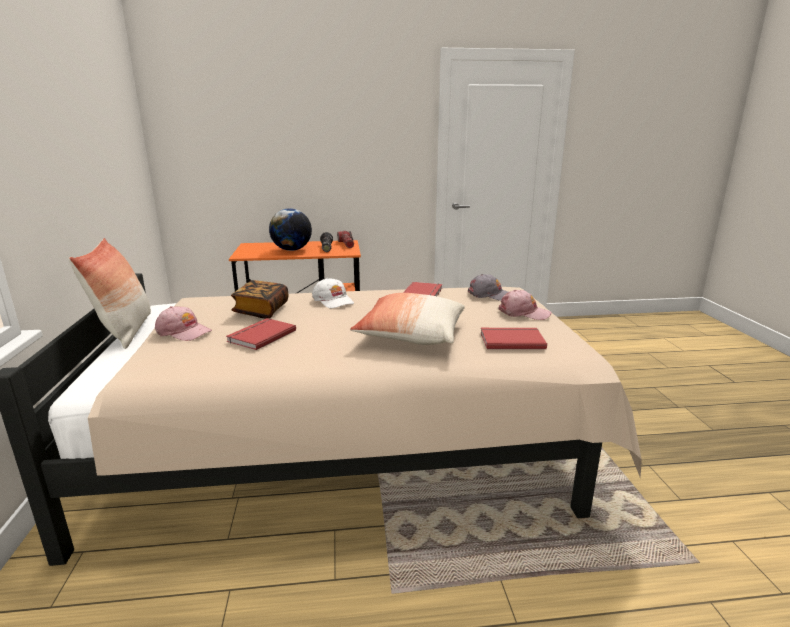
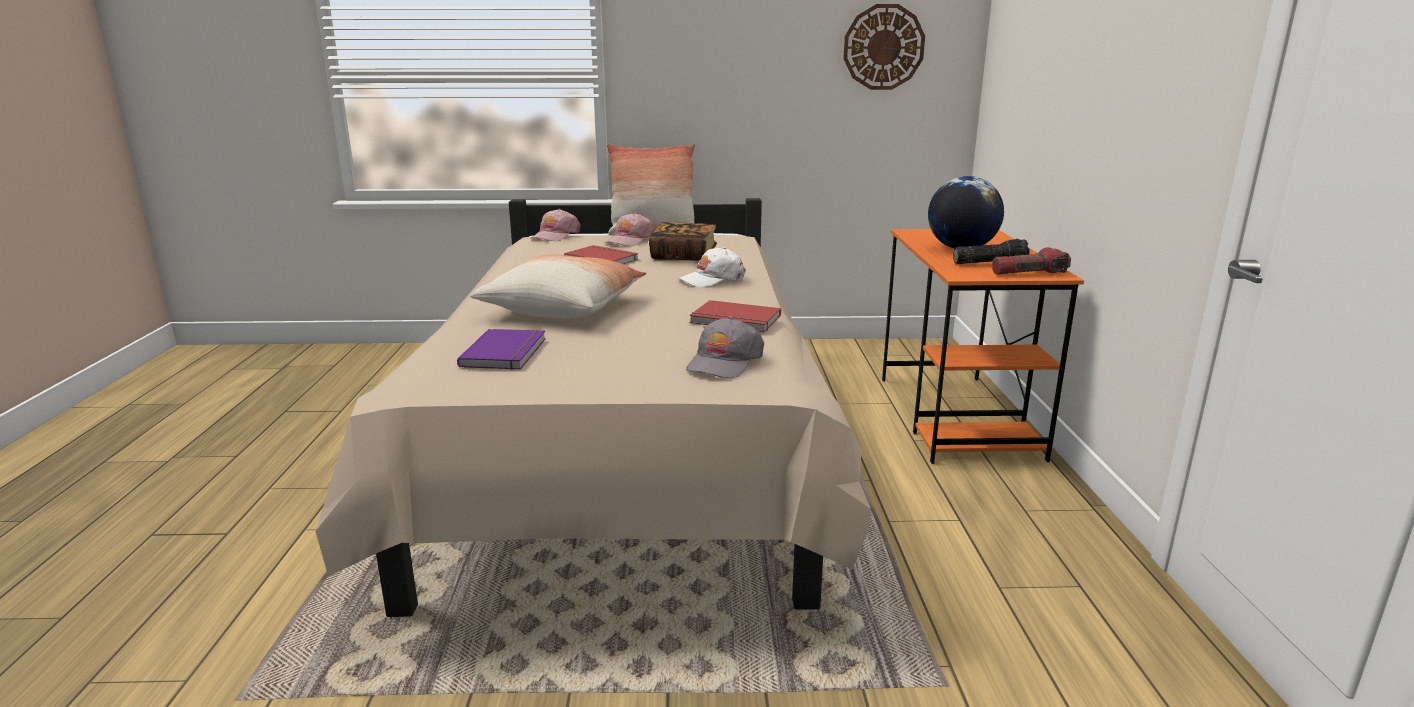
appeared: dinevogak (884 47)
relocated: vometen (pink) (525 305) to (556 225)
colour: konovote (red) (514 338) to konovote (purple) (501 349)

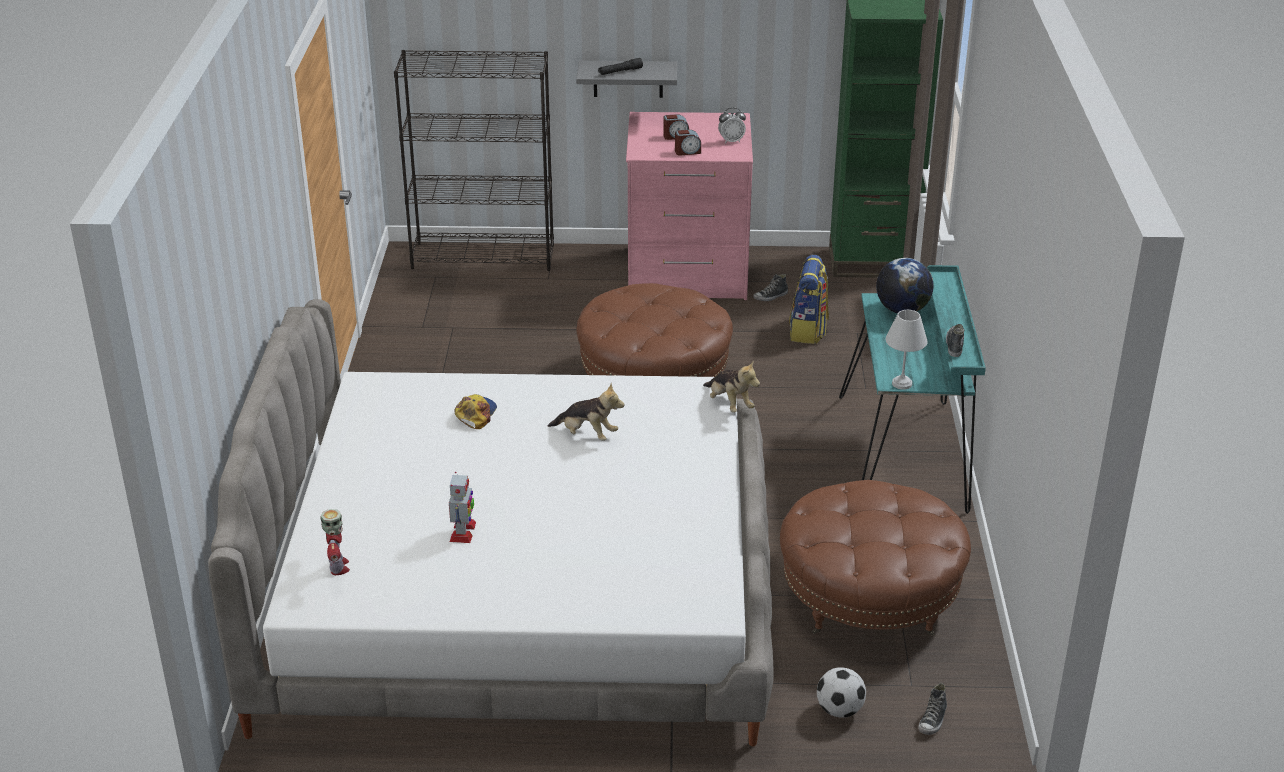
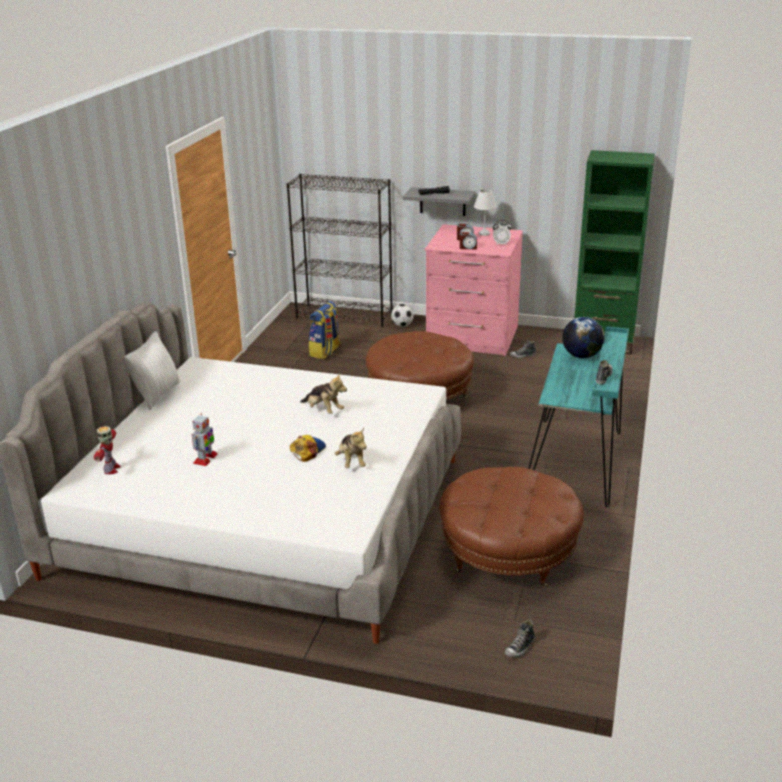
appeared: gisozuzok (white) (152 370)
relocated: vometen (476 411) to (308 448); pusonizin (731 386) to (350 448); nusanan (809 299) to (325 330); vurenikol (841 692) to (402 315); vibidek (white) (907 350) to (485 212)

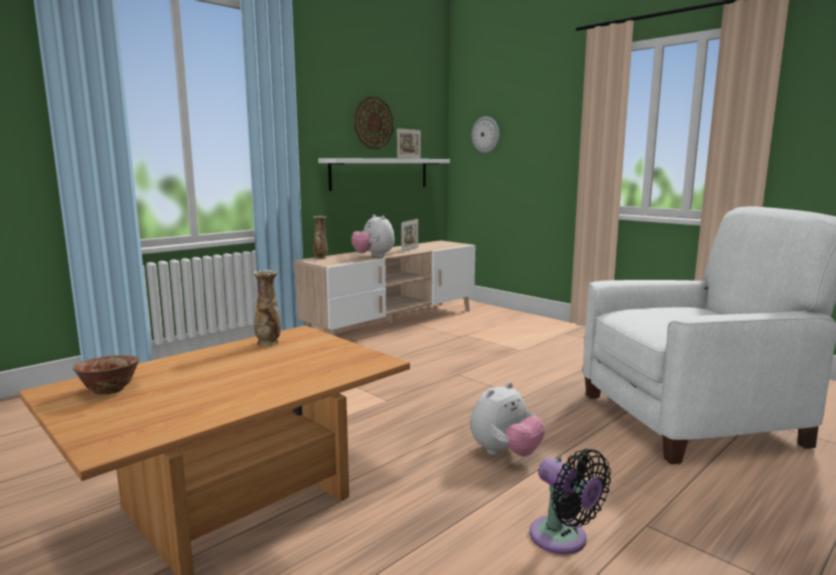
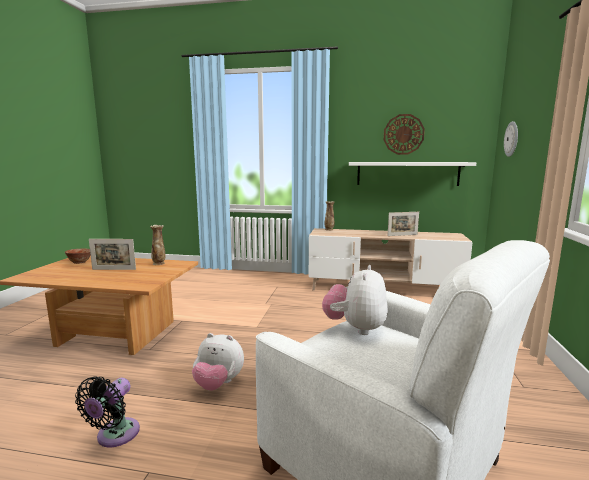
relocated: pusonizin (373 235) to (355 300); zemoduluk (409 143) to (112 254)

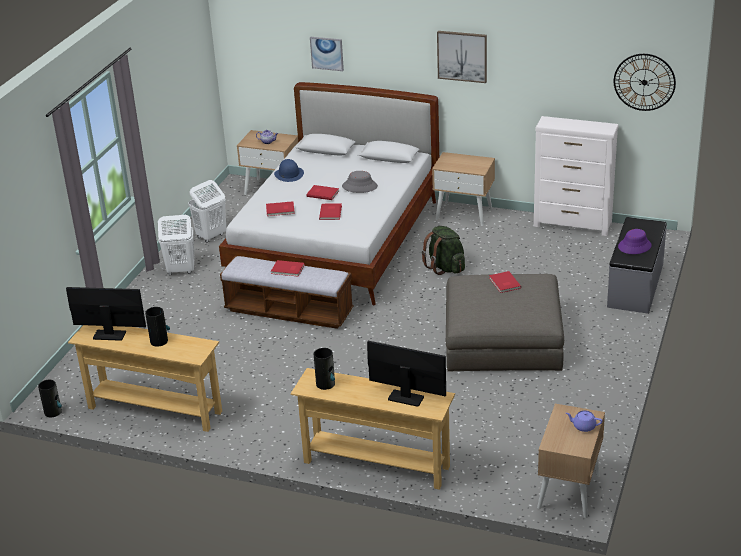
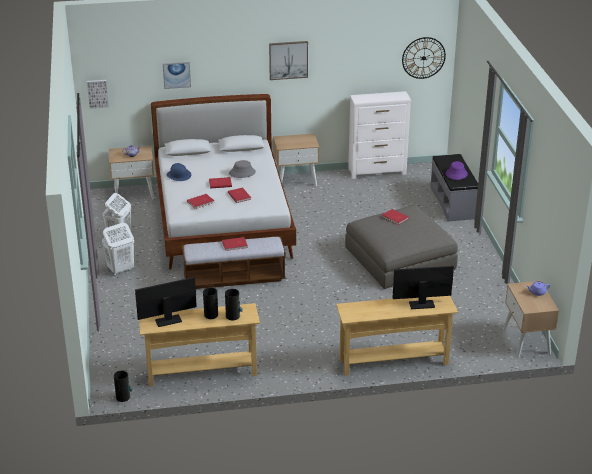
missing: nusanan (green) (443 250)
appeared: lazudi (98 94)
relocated: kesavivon (324 369) to (234 304)

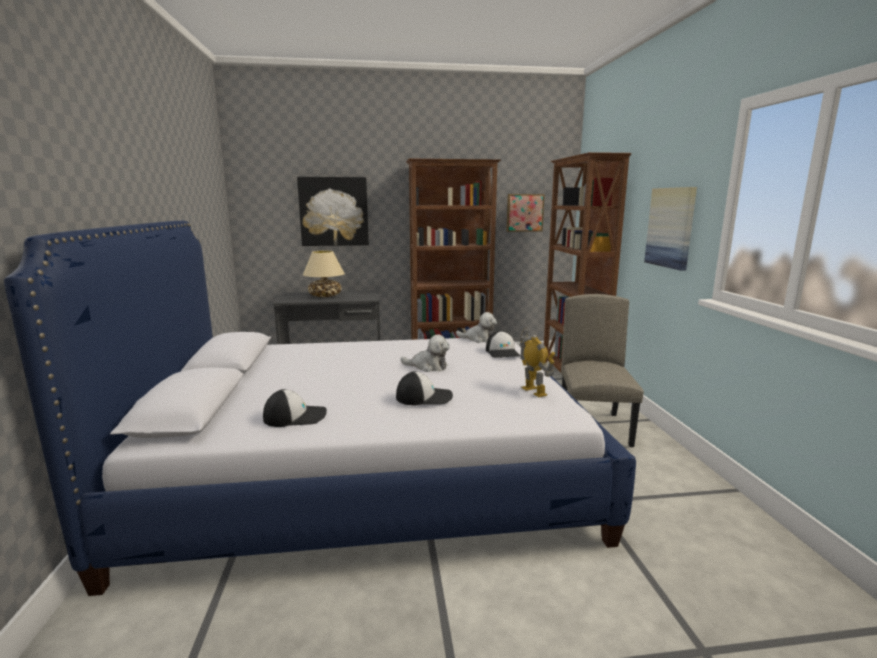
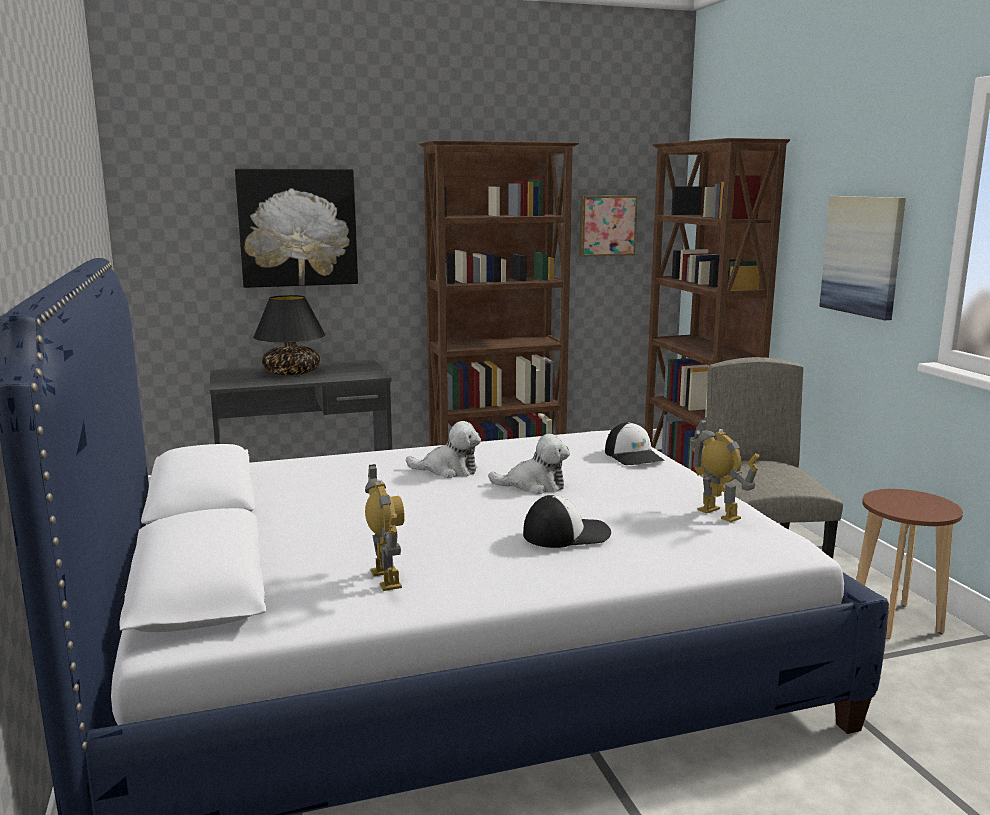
appeared: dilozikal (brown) (909 564)
relocated: pusonizin (476 327) to (443 449)
exchanged: vometen (295 408) to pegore (385 527)
colour: vibidek (beige) (324 274) to vibidek (black) (289 335)

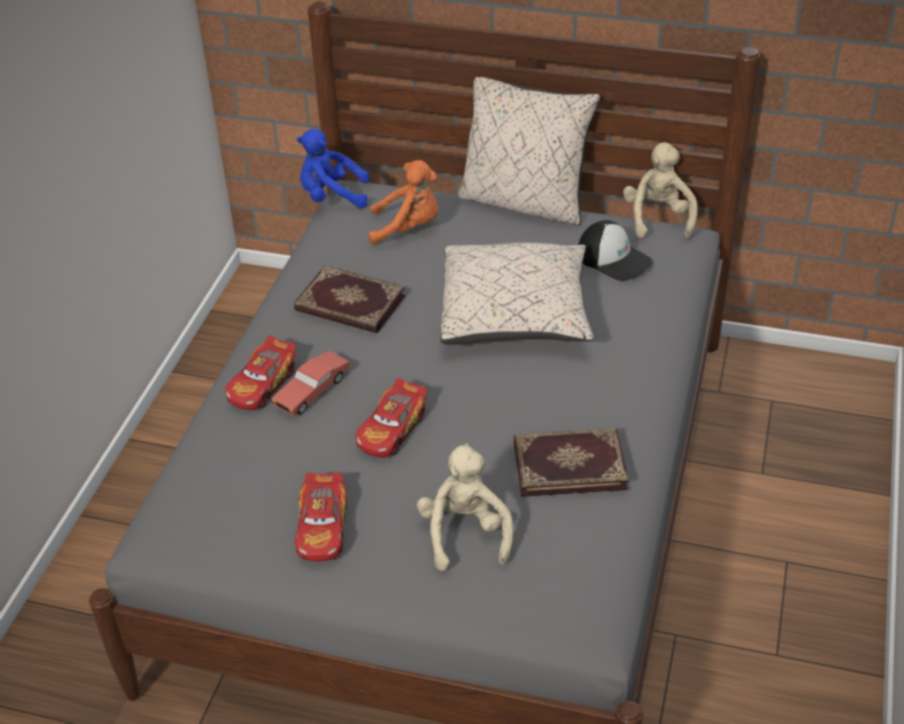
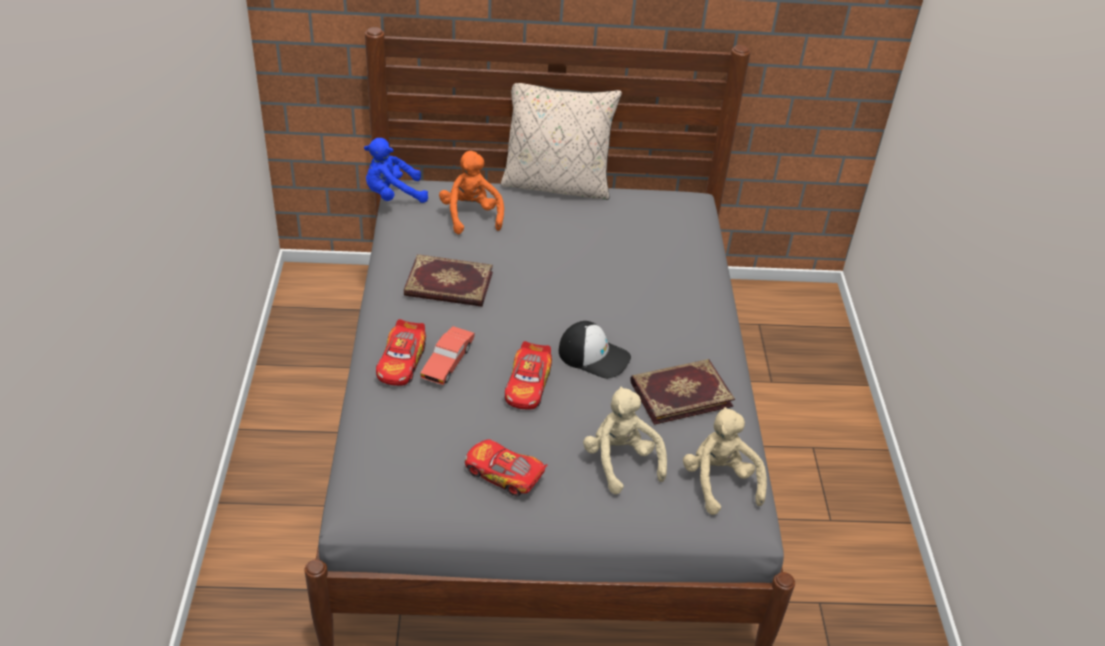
missing: gisozuzok (beige) (516 294)
relocated: vometen (615 250) to (595 350); pusonizin (beige) (660 190) to (725 461)
spun: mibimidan (321 517) = (506 467) 135 degrees clockwise; pusonizin (orange) (403 202) = (471 192) 90 degrees counterclockwise

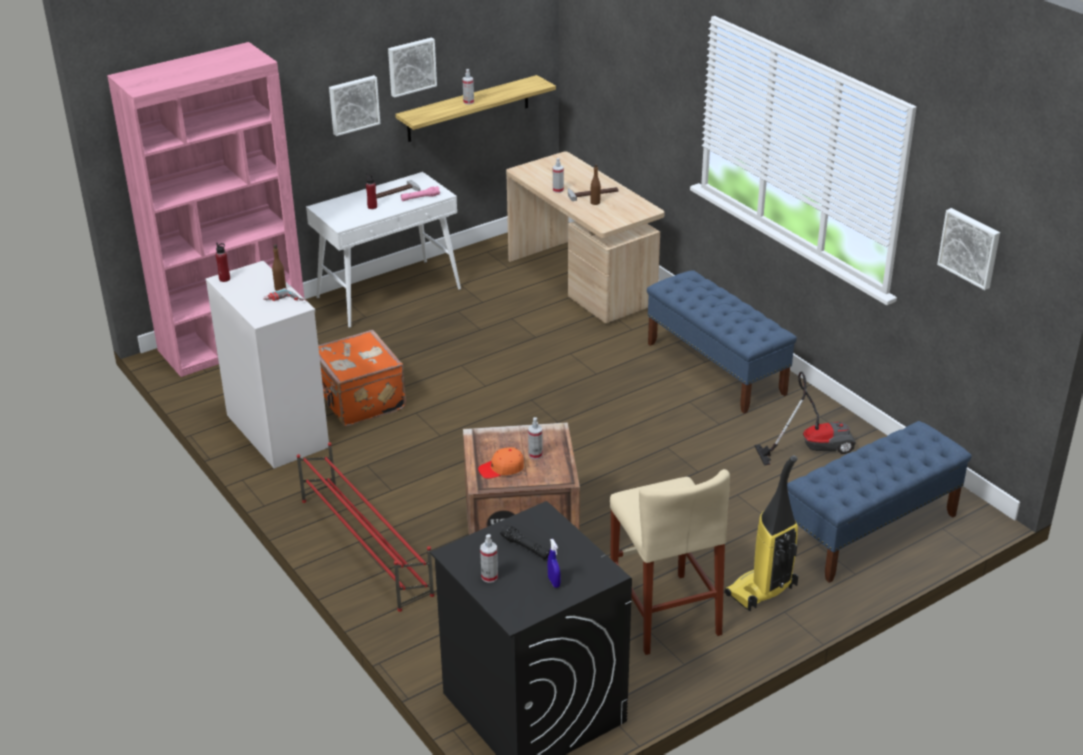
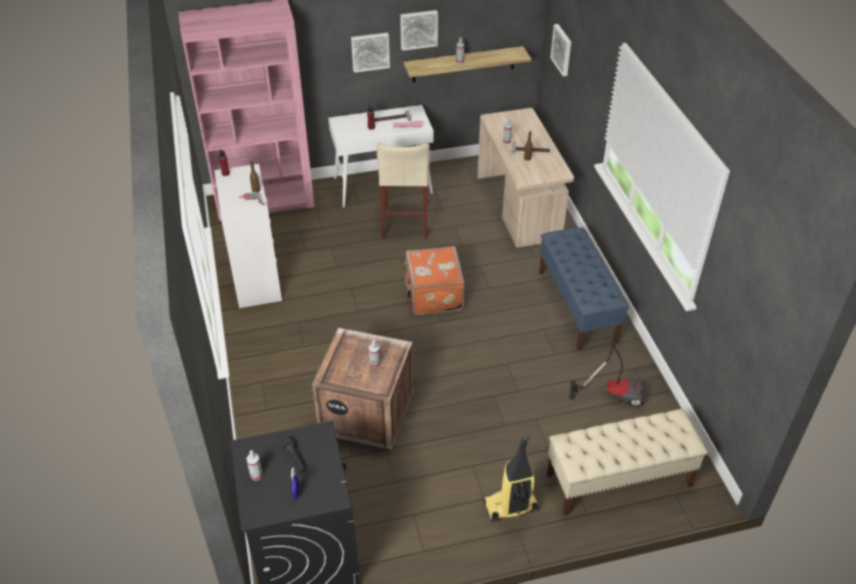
missing: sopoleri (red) (365 527); vometen (orange) (501 463)
relocated: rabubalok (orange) (362 378) to (434 280); dilozikal (beige) (670 562) to (403 191); lazudi (968 249) to (560 50)
colour: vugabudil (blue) (879 502) to vugabudil (beige) (627 462)

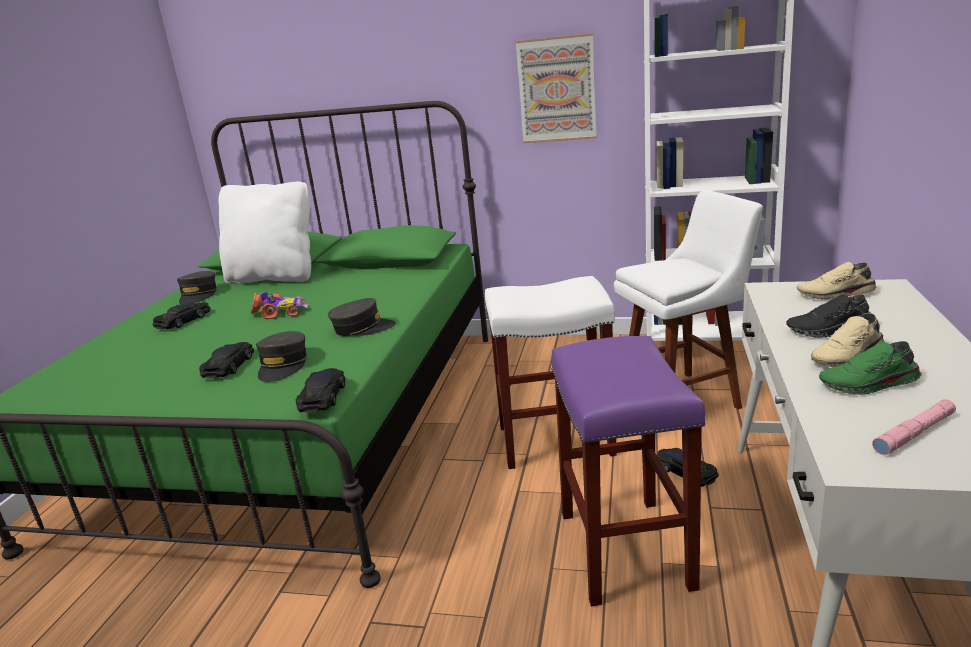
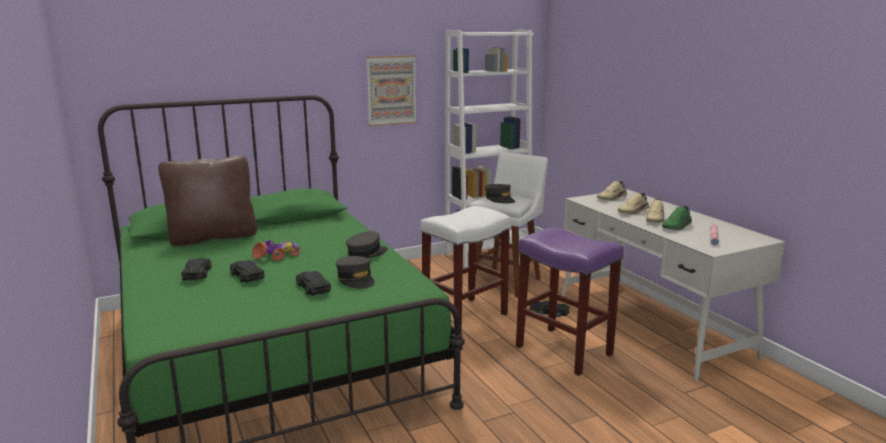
relocated: vometen (grey) (197 287) to (500 194); mibimidan (black) (320 390) to (247 271)
colour: gisozuzok (white) (265 232) to gisozuzok (brown) (207 201); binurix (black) (828 316) to binurix (beige) (633 204)

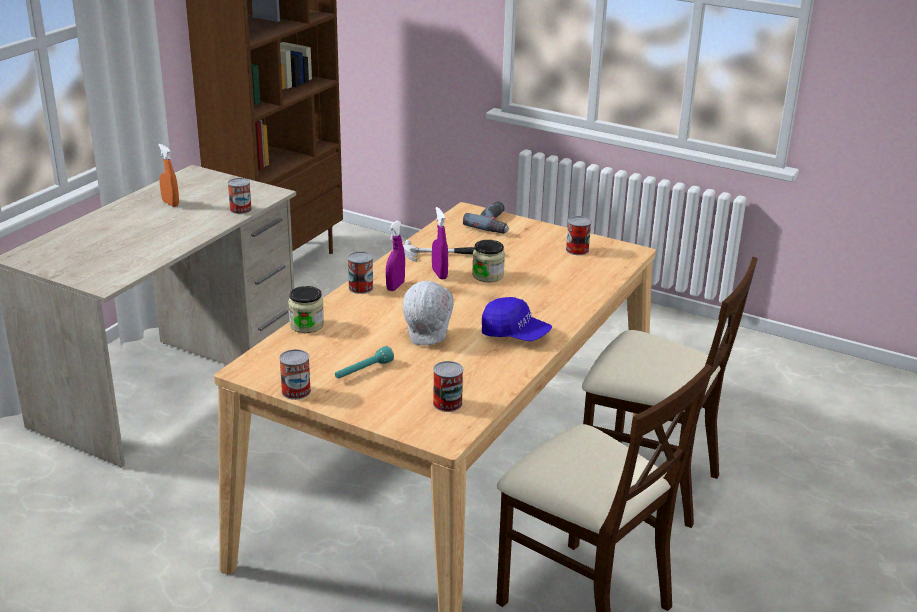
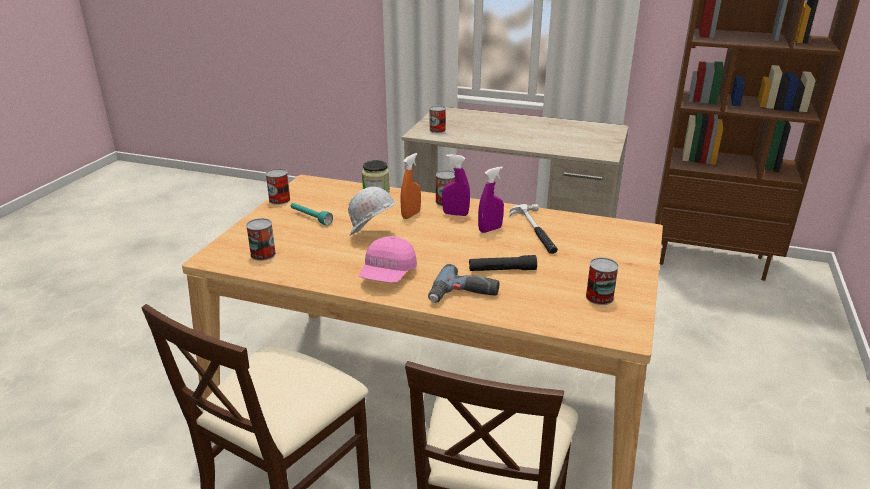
missing: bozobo (488 261)
appeared: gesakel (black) (503 263)
relocated: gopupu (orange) (168 175) to (410 186); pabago (240 196) to (437 119); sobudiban (486 217) to (463 283)
colour: vometen (blue) (517 319) to vometen (pink) (388 259)

